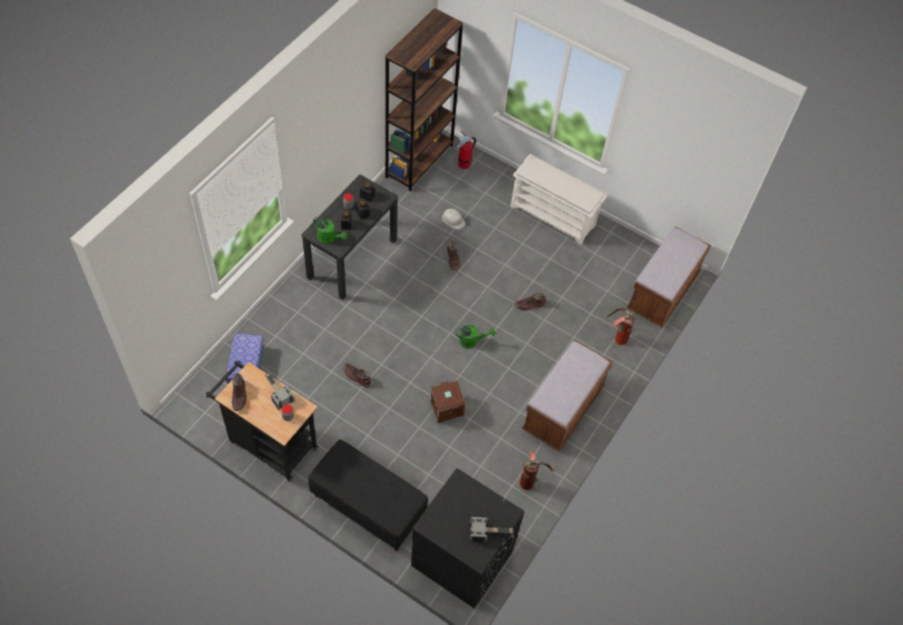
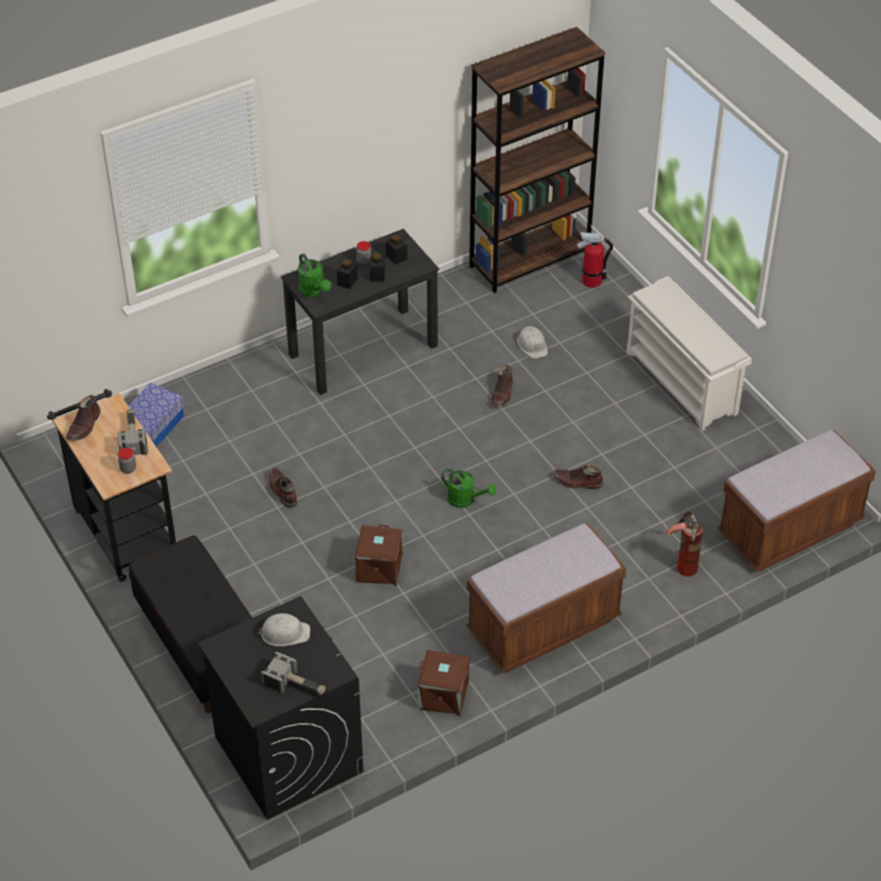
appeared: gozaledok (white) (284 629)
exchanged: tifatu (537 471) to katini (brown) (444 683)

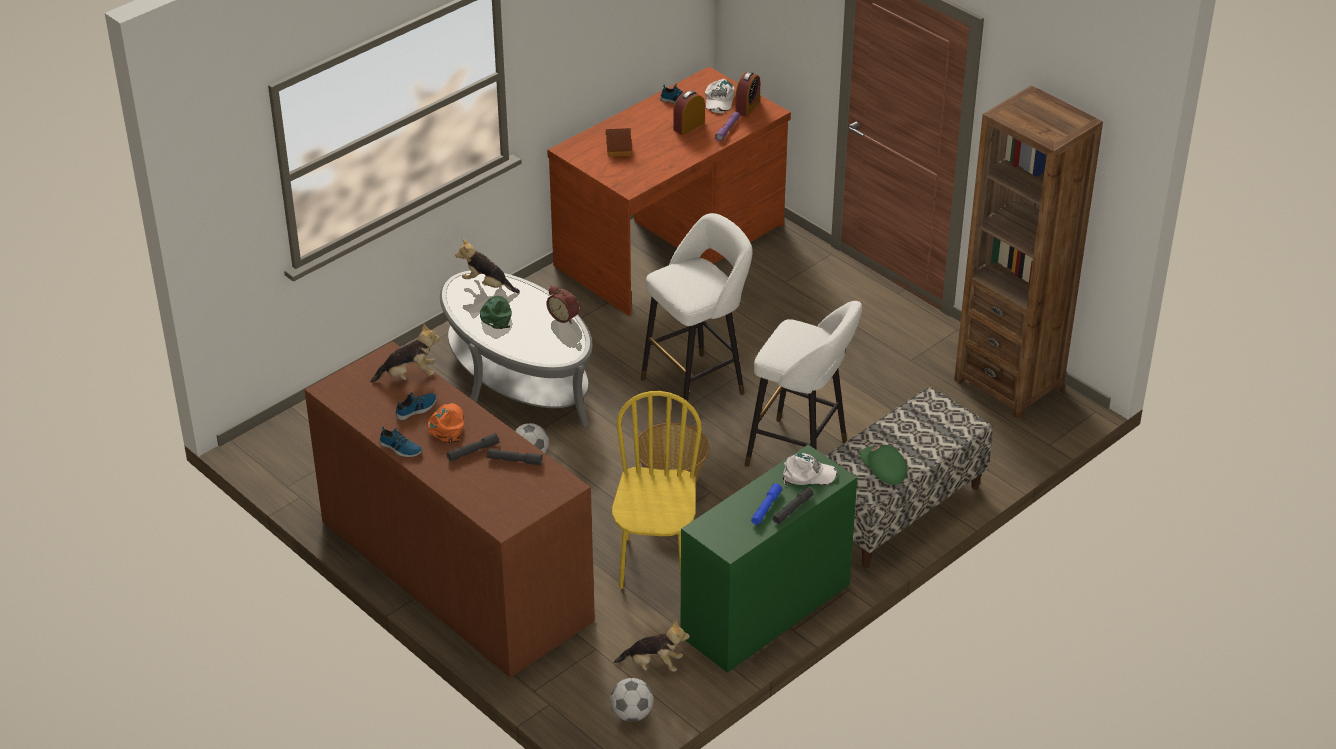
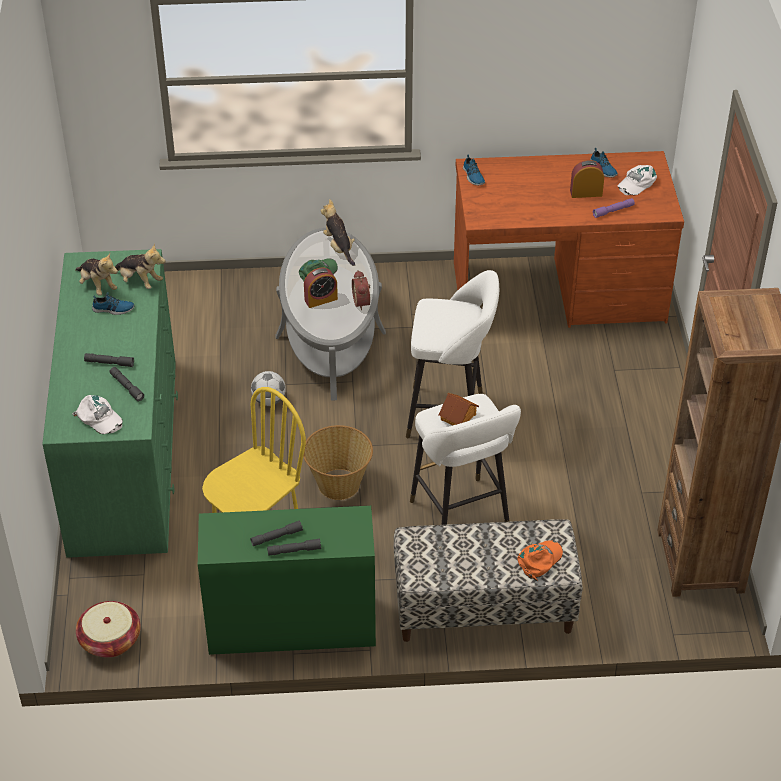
missing: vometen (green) (883 465)
relocated: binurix (400 441) to (474 169); vometen (orange) (446 423) to (540 560); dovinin (619 142) to (459 409); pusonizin (652 645) to (96 274); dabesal (747 94) to (321 287); vometen (white) (809 469) to (97 414)
exchanged: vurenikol (631 700) to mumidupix (108 629)
colour: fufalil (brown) (450 509) to fufalil (green) (110 403); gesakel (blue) (766 504) to gesakel (grey) (276 533)

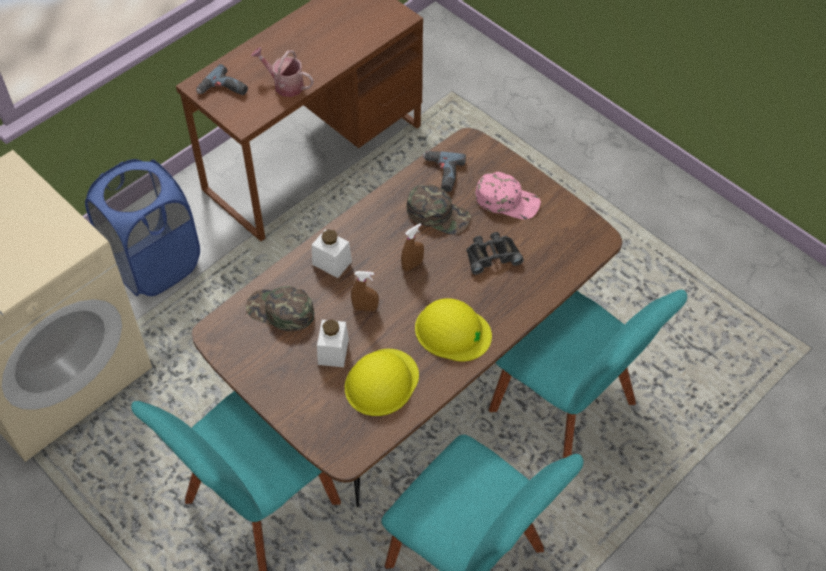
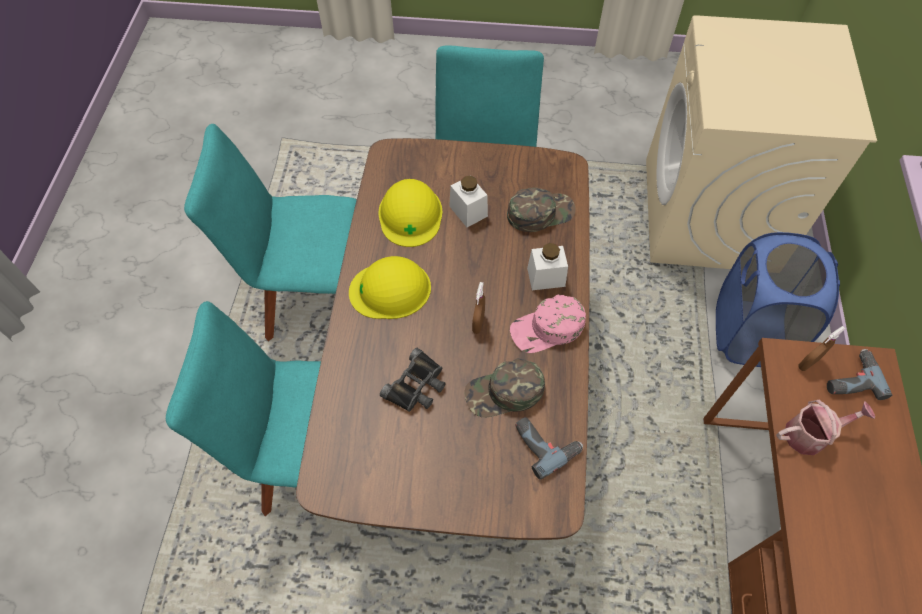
relocated: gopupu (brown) (365 291) to (821 348); vometen (pink) (508 196) to (548 323)

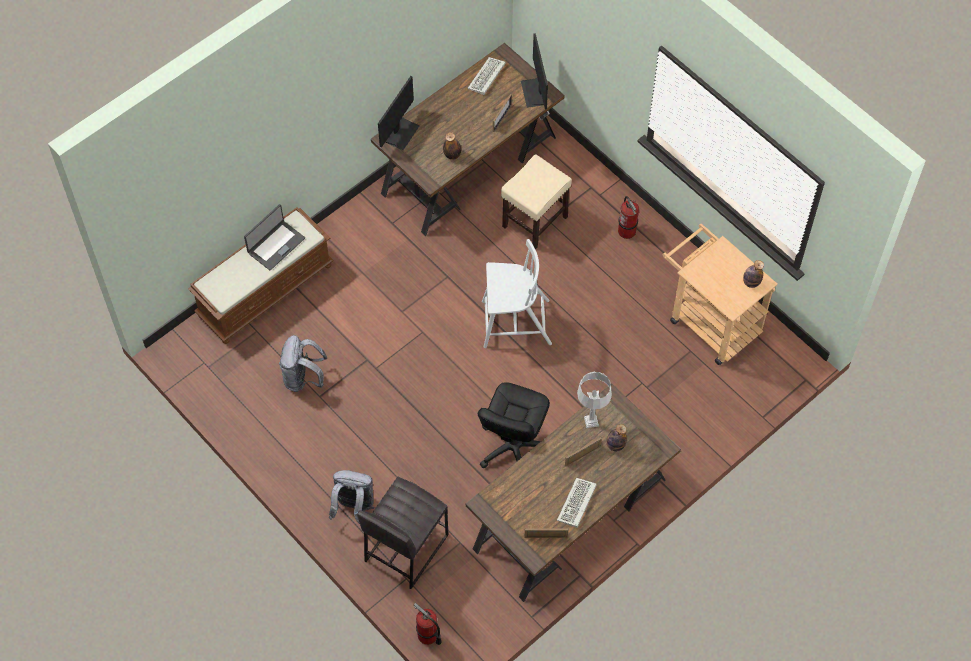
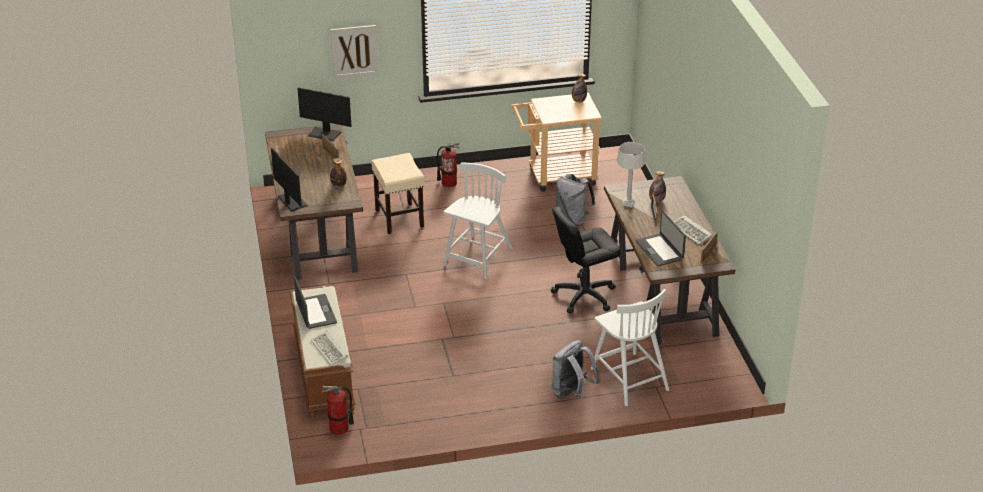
appeared: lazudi (354 52); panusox (660 238)
relocated: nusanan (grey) (303 363) to (575 200); tifatu (427 624) to (338 410); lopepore (486 76) to (329 348)
exchanged: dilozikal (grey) (402 533) to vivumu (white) (630 347)
spun: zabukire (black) (514 425) = (586 260) 105 degrees clockwise

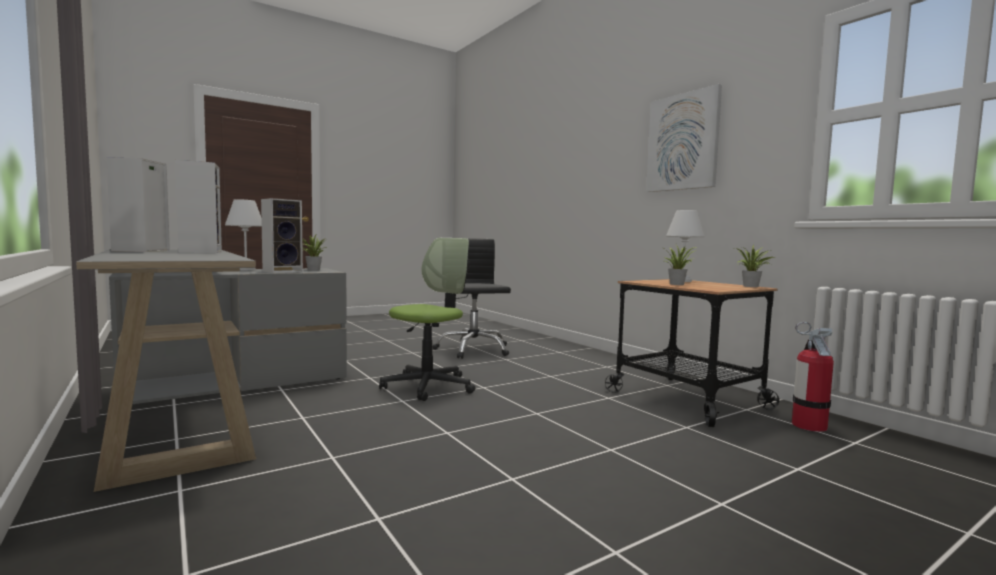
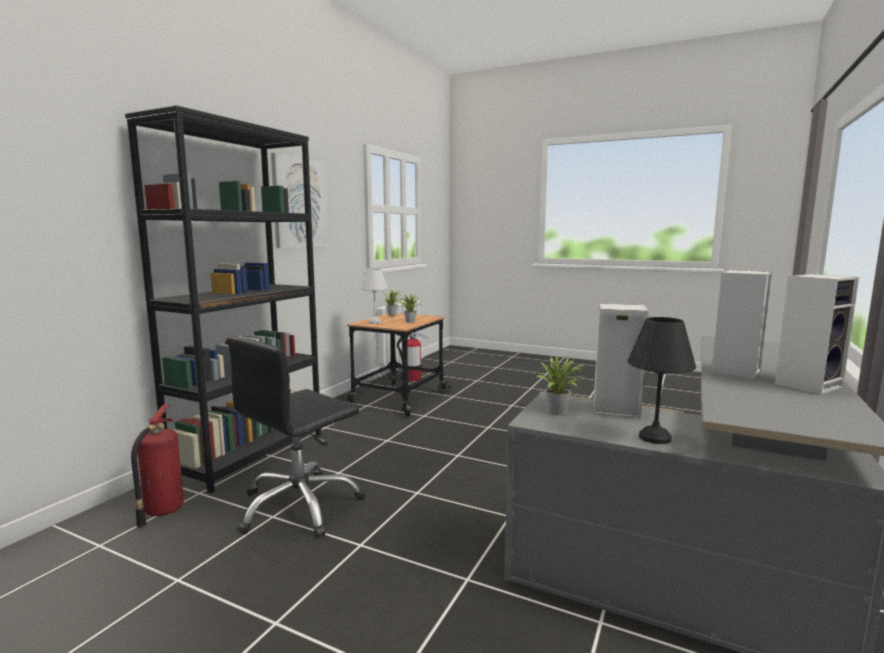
missing: zabukire (427 319)
appeared: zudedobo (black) (223 299); tifatu (157 466)
colour: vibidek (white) (243 234) to vibidek (black) (662 380)

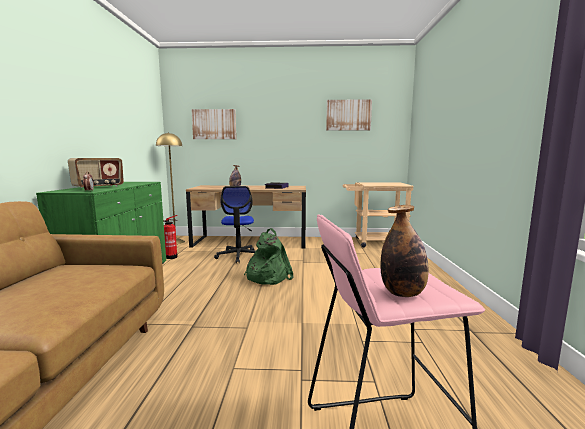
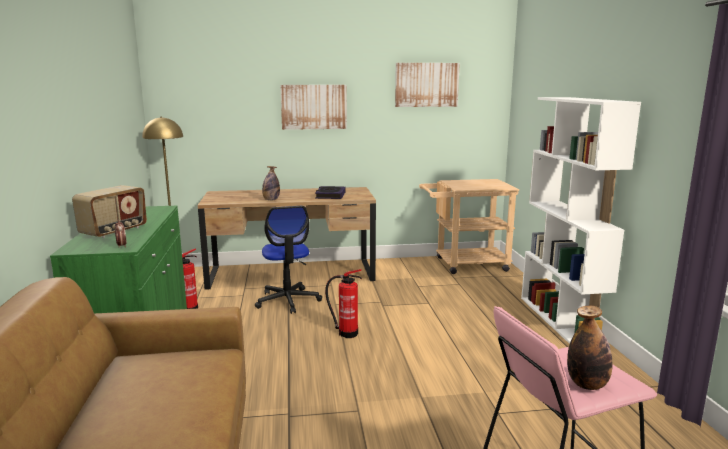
appeared: zudedobo (white) (581 220)
relocated: lazudi (213 124) to (313 107)
exchanged: nusanan (green) (269 256) to tifatu (343 303)

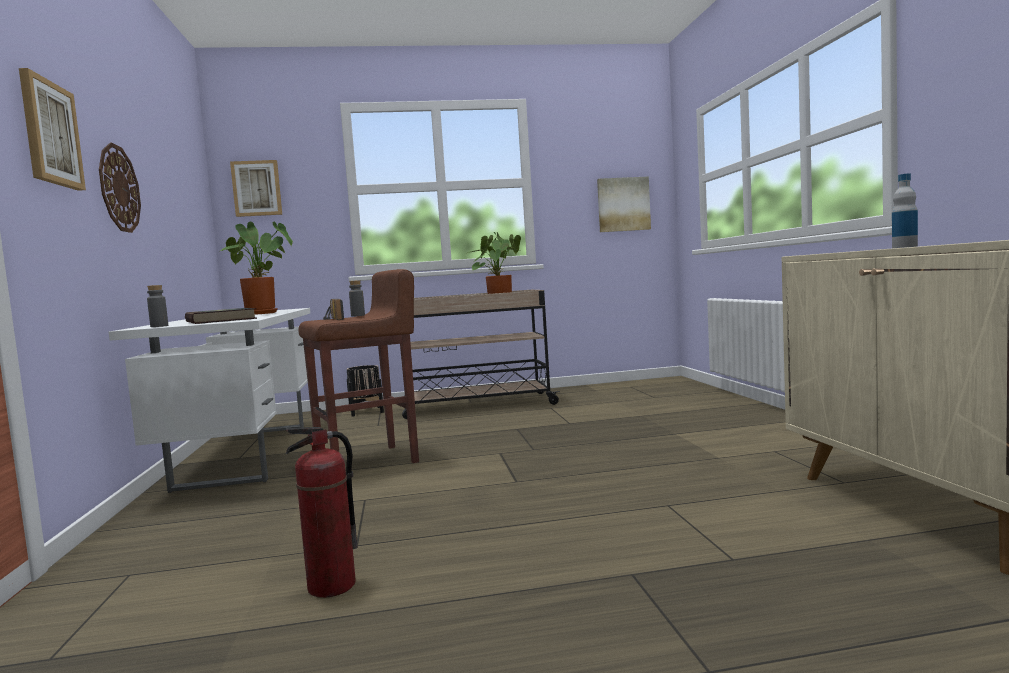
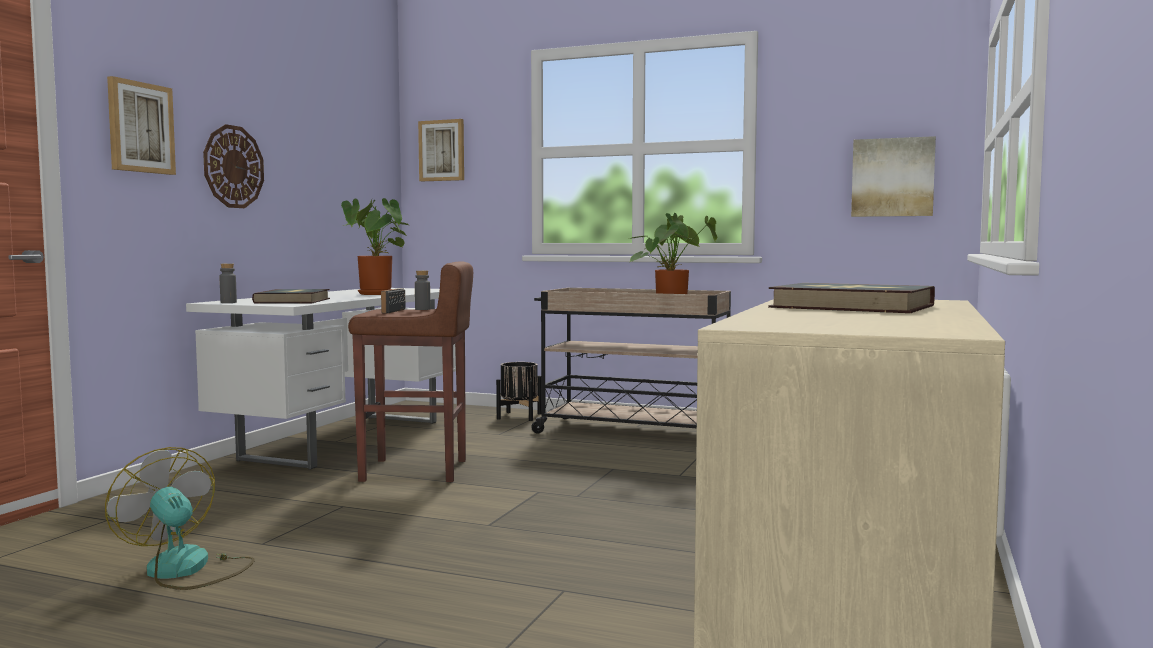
exchanged: tifatu (321 512) to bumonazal (180 518); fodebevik (905 210) to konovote (851 298)

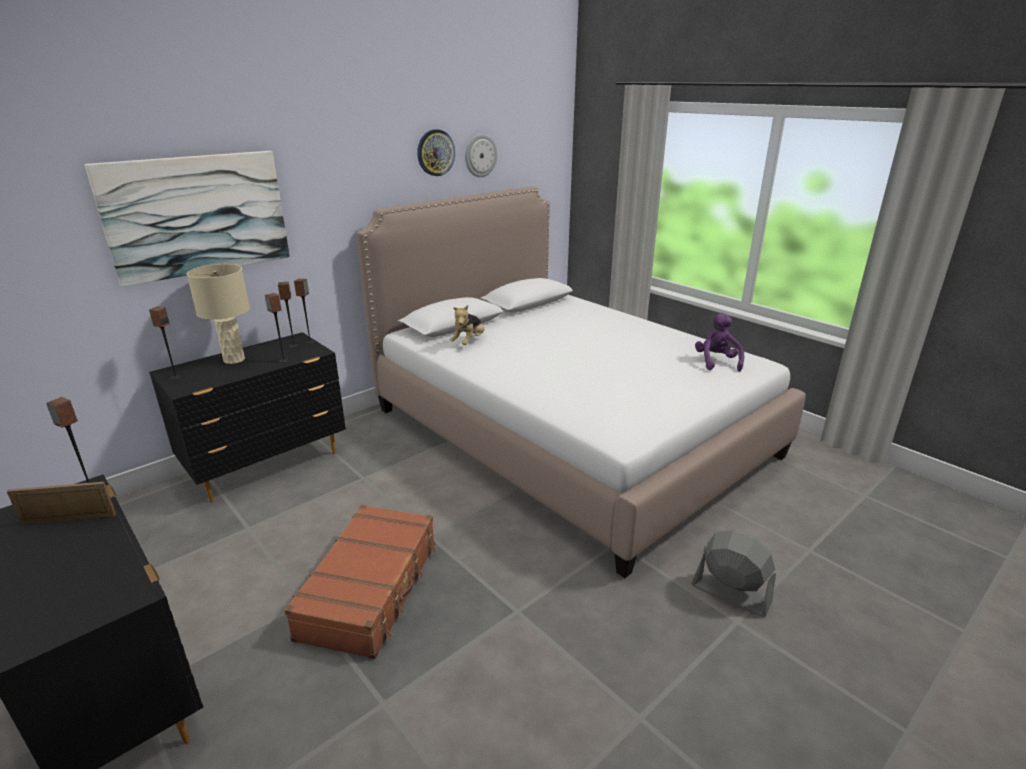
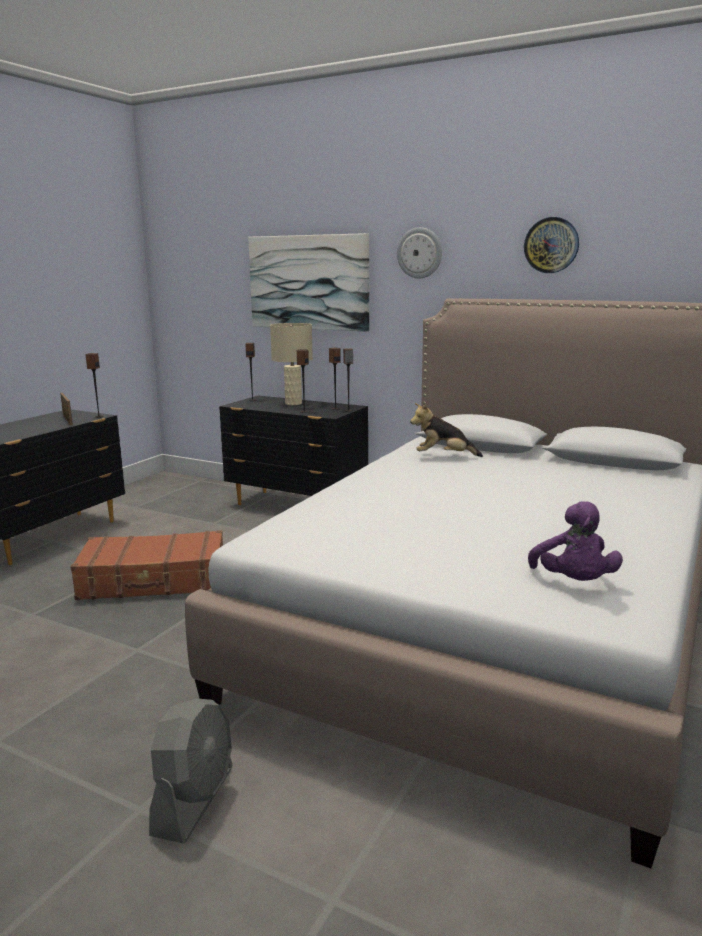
relocated: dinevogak (481 155) to (419 252)
spun: pusonizin (purple) (719 342) = (575 541) 105 degrees clockwise

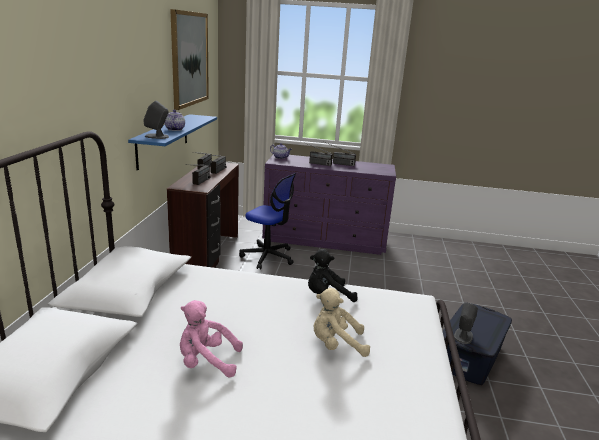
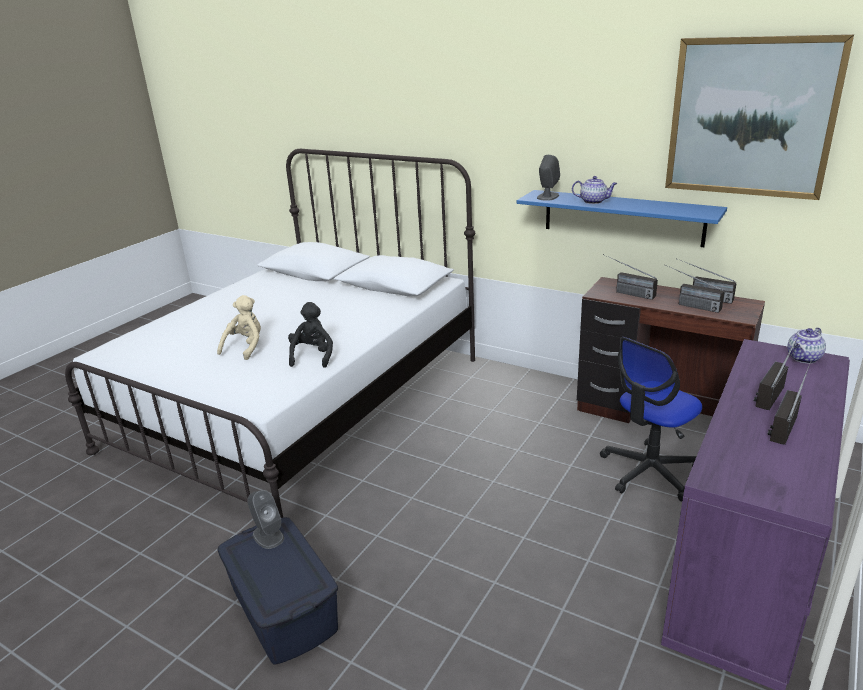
missing: pusonizin (pink) (211 339)

